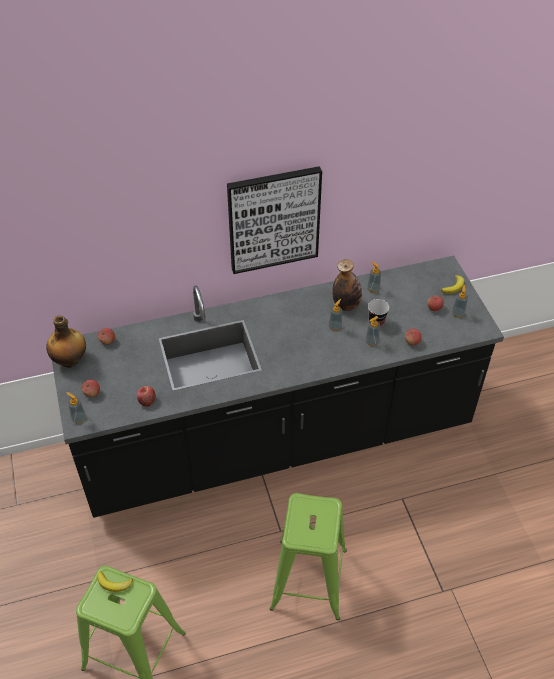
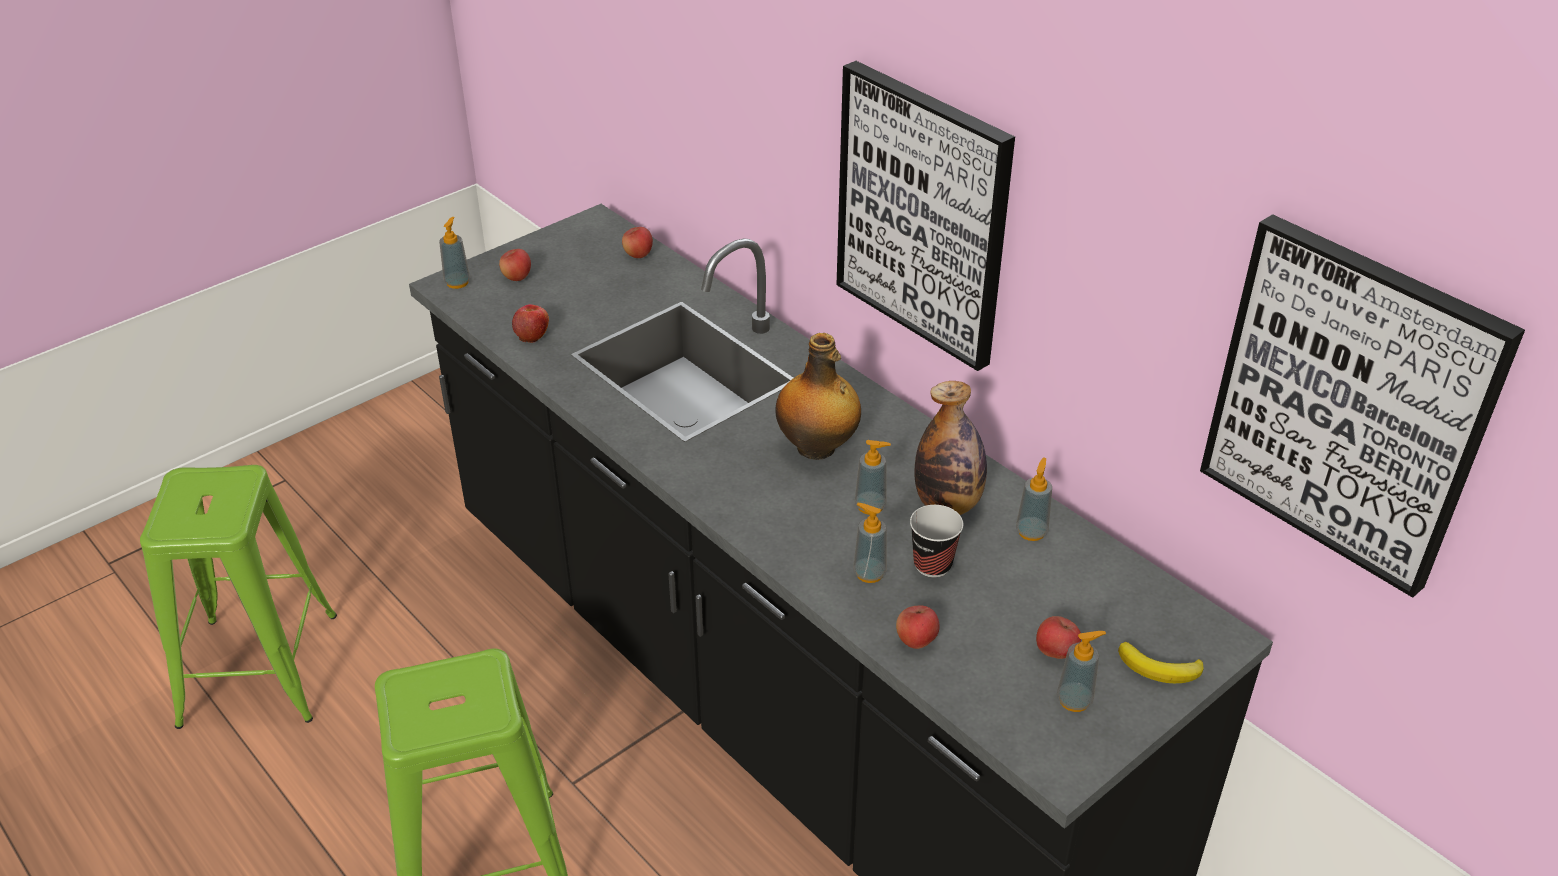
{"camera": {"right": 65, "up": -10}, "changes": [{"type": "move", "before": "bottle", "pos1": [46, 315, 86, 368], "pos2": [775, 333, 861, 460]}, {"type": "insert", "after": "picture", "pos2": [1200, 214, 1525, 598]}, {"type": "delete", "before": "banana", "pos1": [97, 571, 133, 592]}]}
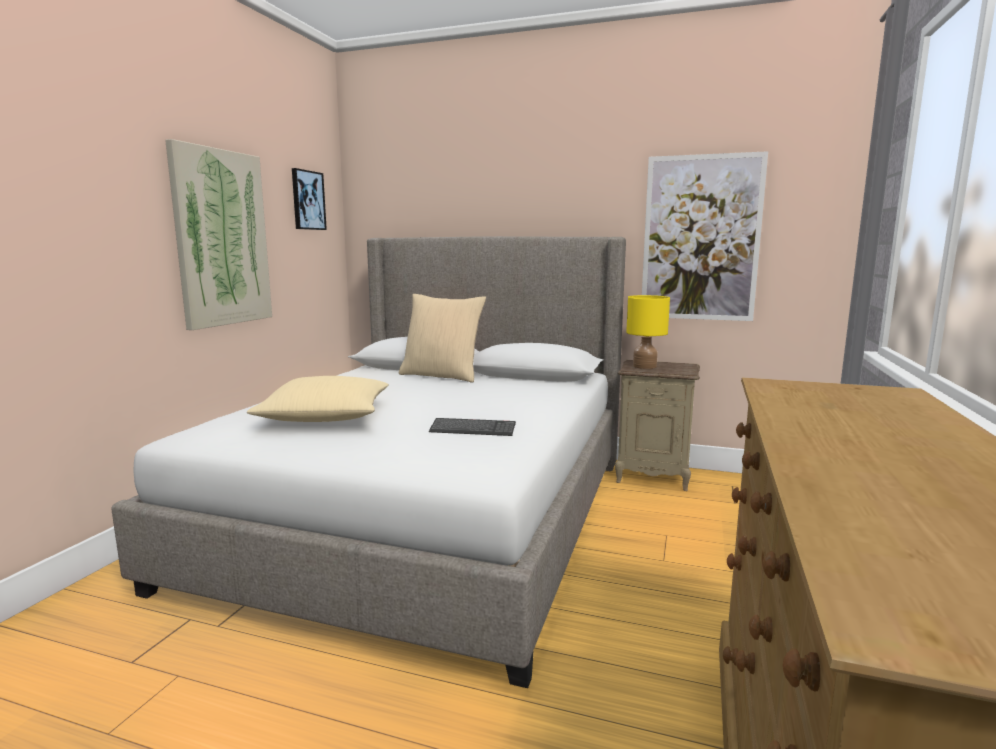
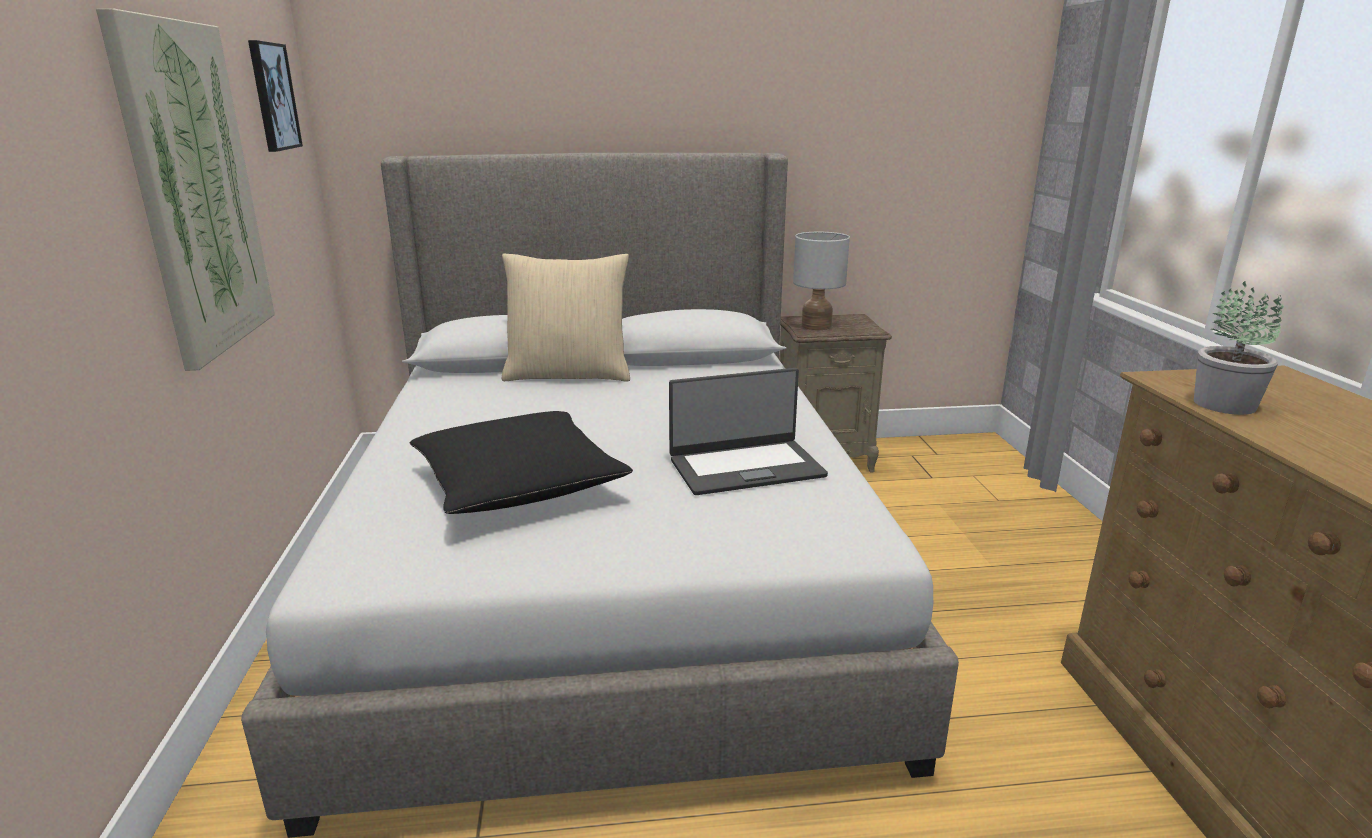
{"camera": {"right": -25, "up": 10}, "changes": [{"type": "recolor", "before": "beige pillow", "after": "black pillow", "pos1": [247, 376, 389, 422], "pos2": [410, 411, 633, 514]}, {"type": "replace", "before": "keyboard", "after": "laptop", "pos1": [429, 418, 516, 436], "pos2": [669, 368, 828, 495]}, {"type": "recolor", "before": "yellow table lamp", "after": "grey table lamp", "pos1": [626, 295, 670, 369], "pos2": [793, 232, 850, 330]}, {"type": "insert", "after": "potted plant", "pos2": [1194, 281, 1284, 415]}, {"type": "delete", "before": "picture", "pos1": [642, 151, 768, 321]}]}
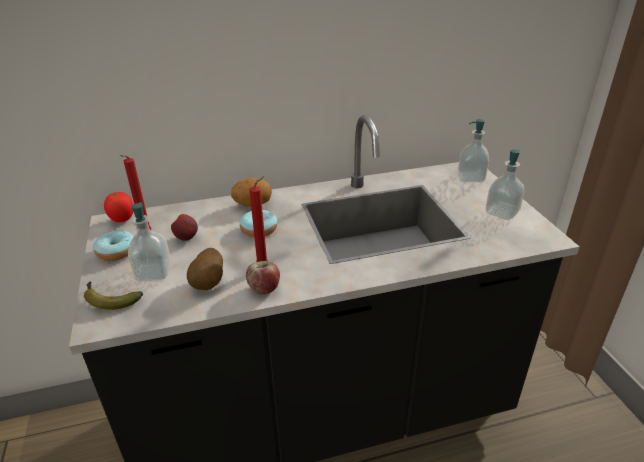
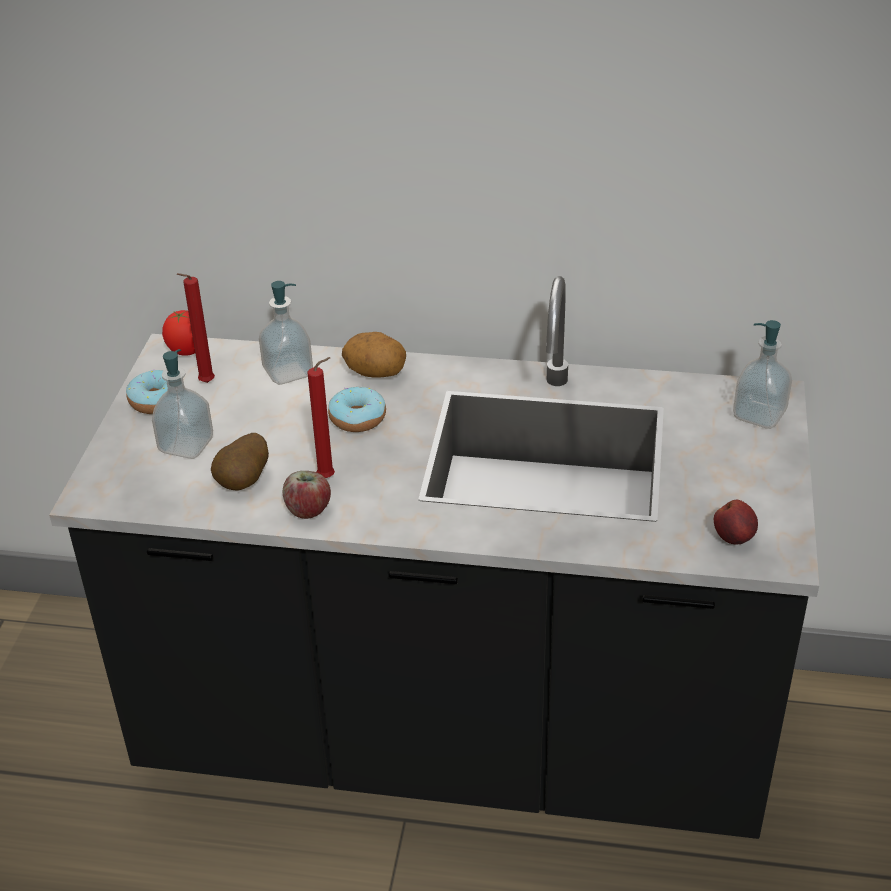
{"camera": {"right": 25, "up": 5}, "changes": [{"type": "move", "before": "soap dispenser", "pos1": [486, 149, 525, 220], "pos2": [259, 281, 313, 385]}, {"type": "move", "before": "apple", "pos1": [171, 214, 198, 241], "pos2": [714, 499, 758, 545]}, {"type": "delete", "before": "banana", "pos1": [84, 281, 143, 310]}]}
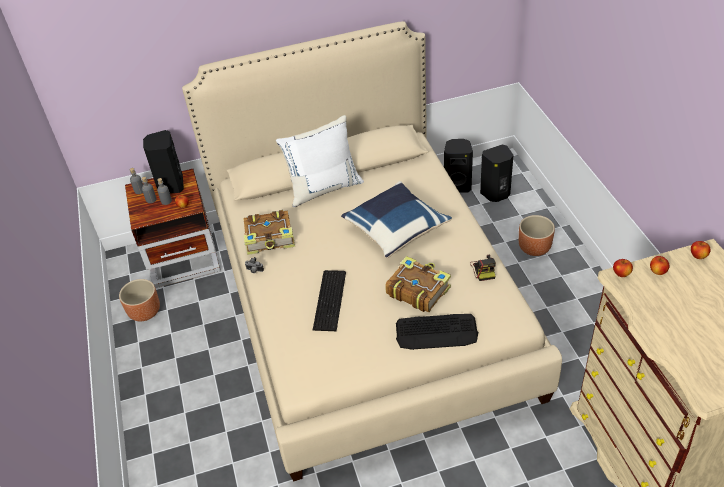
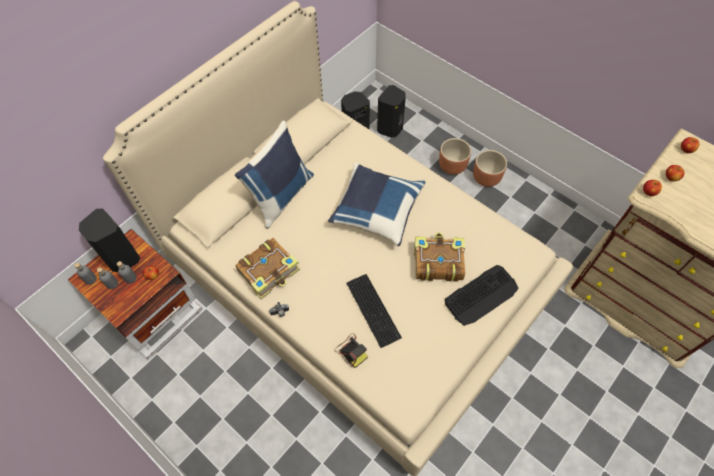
{"camera": {"right": -35, "up": 15}, "changes": [{"type": "recolor", "before": "white pillow", "after": "blue pillow", "pos1": [276, 115, 364, 207], "pos2": [234, 121, 314, 229]}, {"type": "move", "before": "photo camera", "pos1": [470, 255, 496, 281], "pos2": [336, 333, 368, 368]}, {"type": "move", "before": "brown planter", "pos1": [119, 279, 160, 321], "pos2": [473, 150, 507, 187]}]}
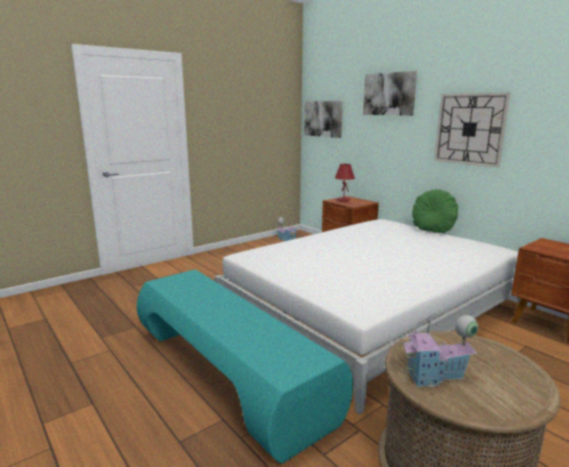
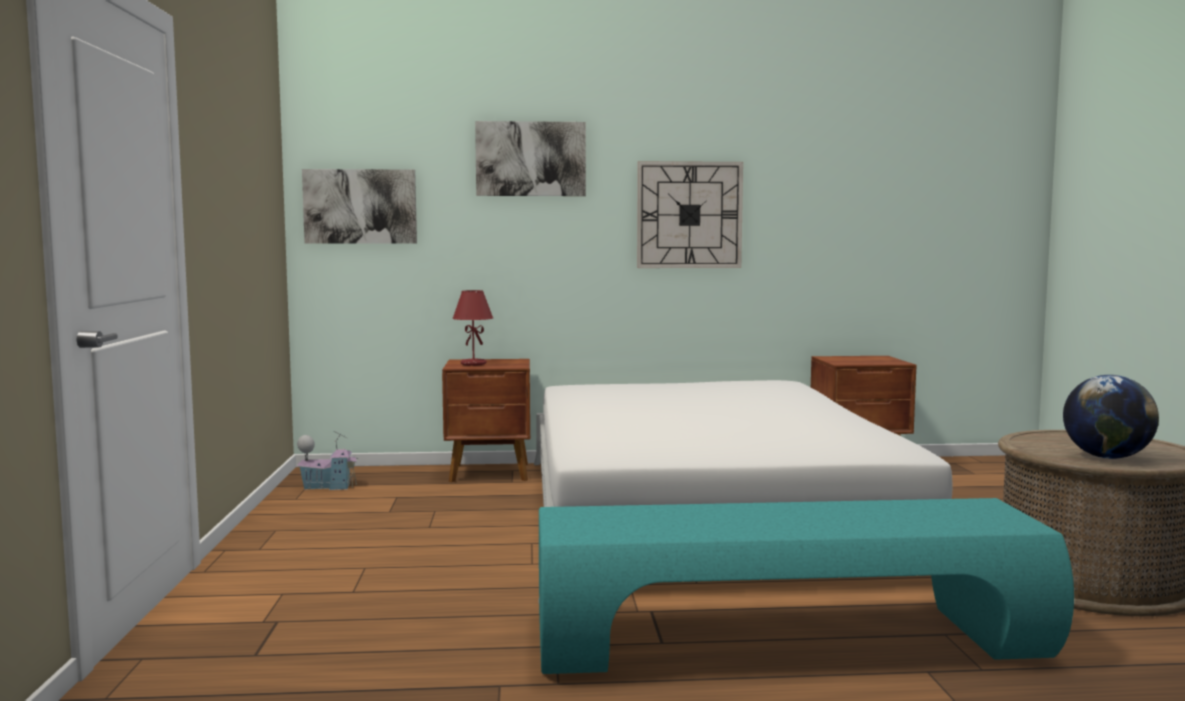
{"camera": {"right": -55, "up": -10}, "changes": [{"type": "replace", "before": "toy house", "after": "globe", "pos1": [400, 314, 478, 387], "pos2": [1063, 375, 1159, 459]}, {"type": "delete", "before": "green pillow", "pos1": [412, 189, 458, 233]}]}
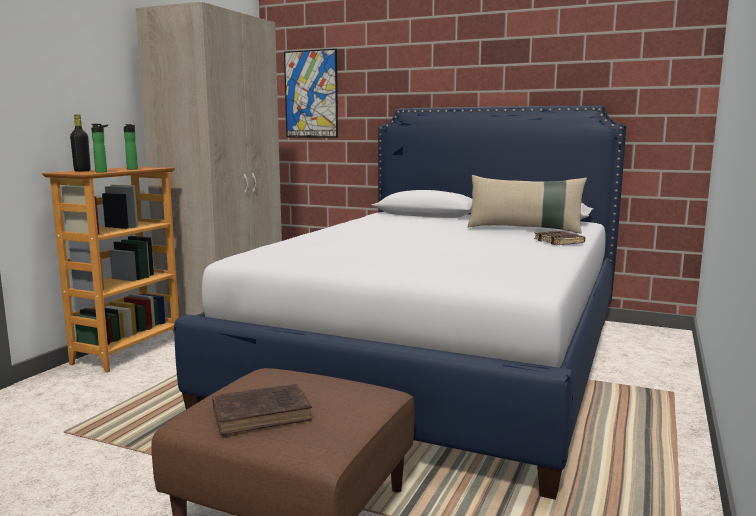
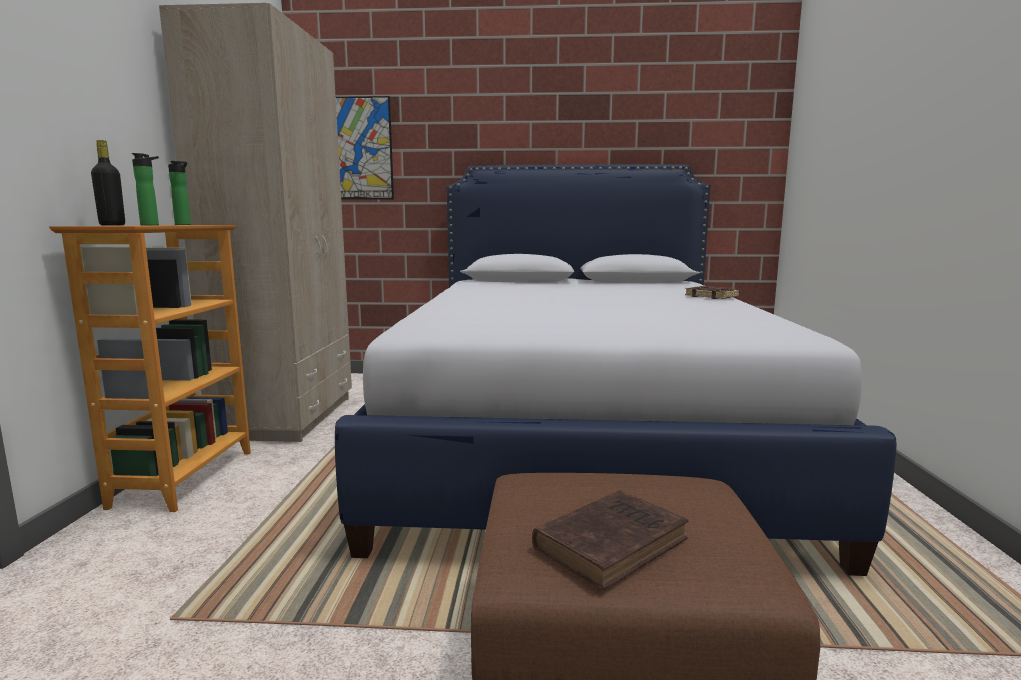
{"camera": {"right": -20, "up": 0}, "changes": [{"type": "delete", "before": "beige pillow", "pos1": [467, 175, 587, 234]}]}
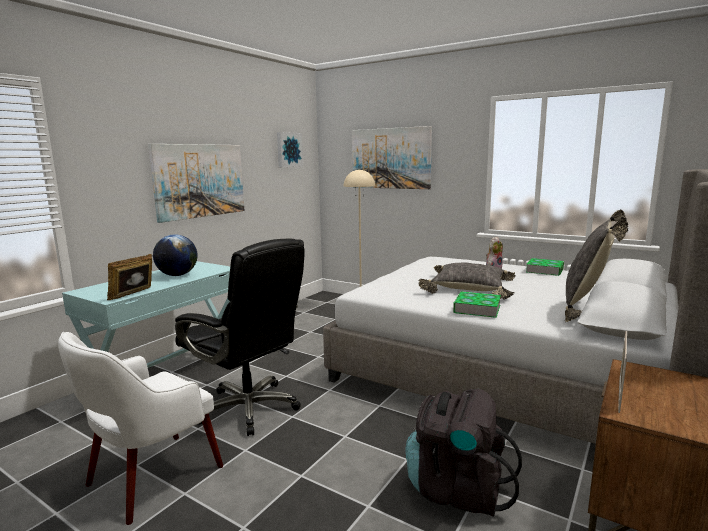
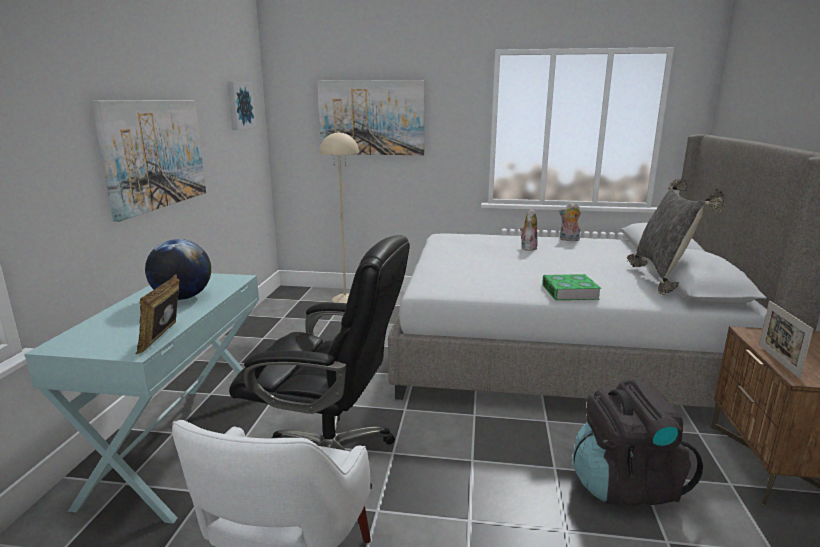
{"camera": {"right": -25, "up": 5}, "changes": [{"type": "replace", "before": "book", "after": "plush toy", "pos1": [526, 258, 564, 276], "pos2": [559, 203, 581, 241]}, {"type": "delete", "before": "pillow", "pos1": [418, 263, 516, 299]}]}
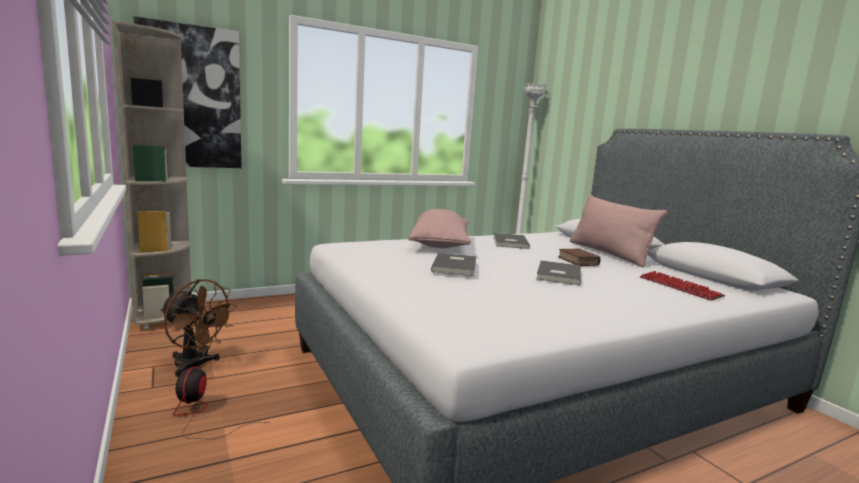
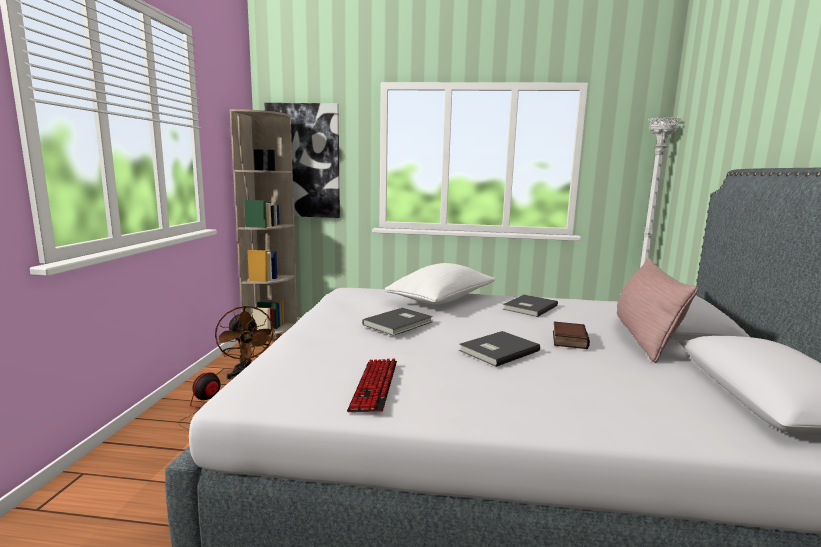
{"camera": {"right": 35, "up": 0}, "changes": [{"type": "move", "before": "keyboard", "pos1": [640, 271, 725, 301], "pos2": [347, 358, 397, 412]}, {"type": "recolor", "before": "pink pillow", "after": "white pillow", "pos1": [408, 209, 471, 248], "pos2": [385, 263, 496, 304]}]}
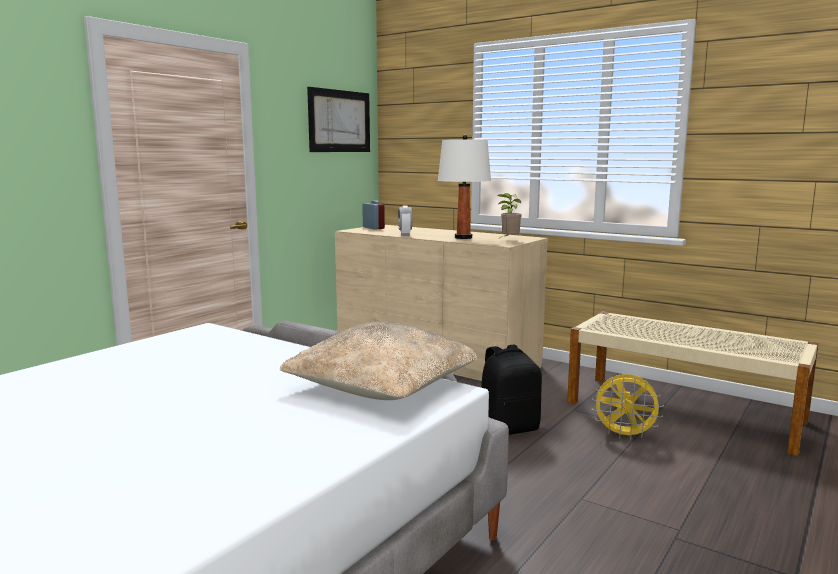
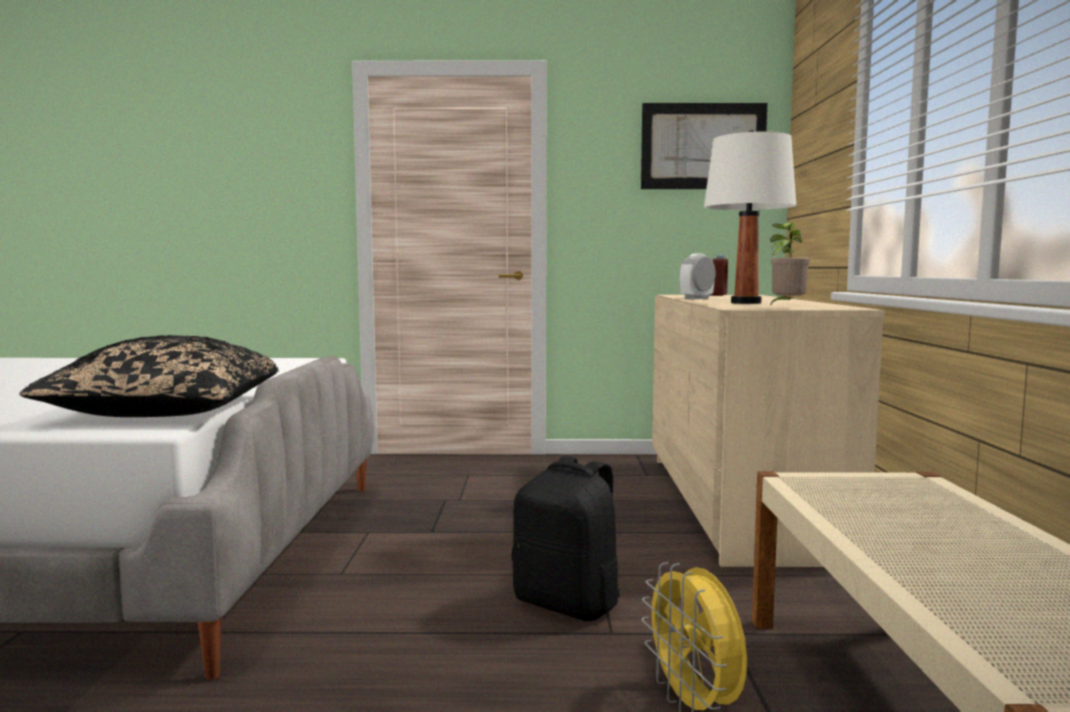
{"camera": {"right": 55, "up": -5}, "changes": [{"type": "recolor", "before": "beige pillow", "after": "black pillow", "pos1": [280, 321, 477, 400], "pos2": [19, 335, 279, 417]}]}
